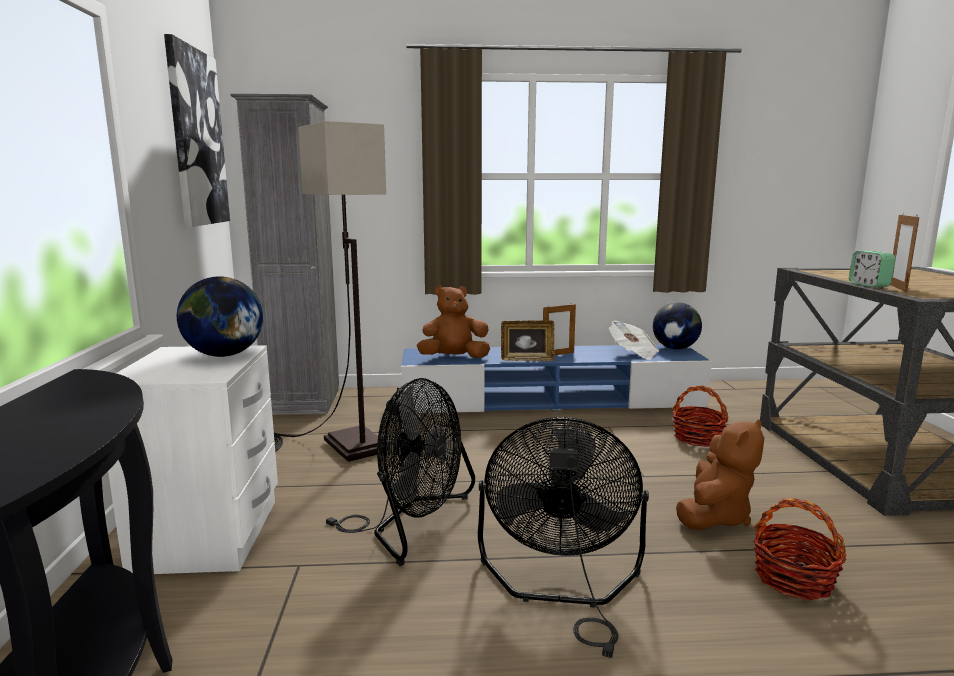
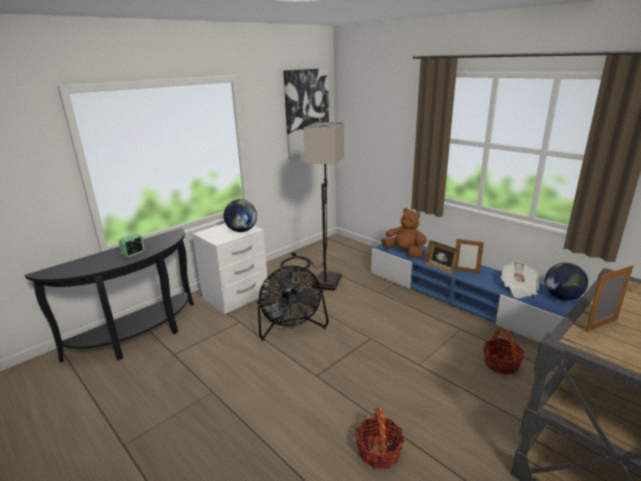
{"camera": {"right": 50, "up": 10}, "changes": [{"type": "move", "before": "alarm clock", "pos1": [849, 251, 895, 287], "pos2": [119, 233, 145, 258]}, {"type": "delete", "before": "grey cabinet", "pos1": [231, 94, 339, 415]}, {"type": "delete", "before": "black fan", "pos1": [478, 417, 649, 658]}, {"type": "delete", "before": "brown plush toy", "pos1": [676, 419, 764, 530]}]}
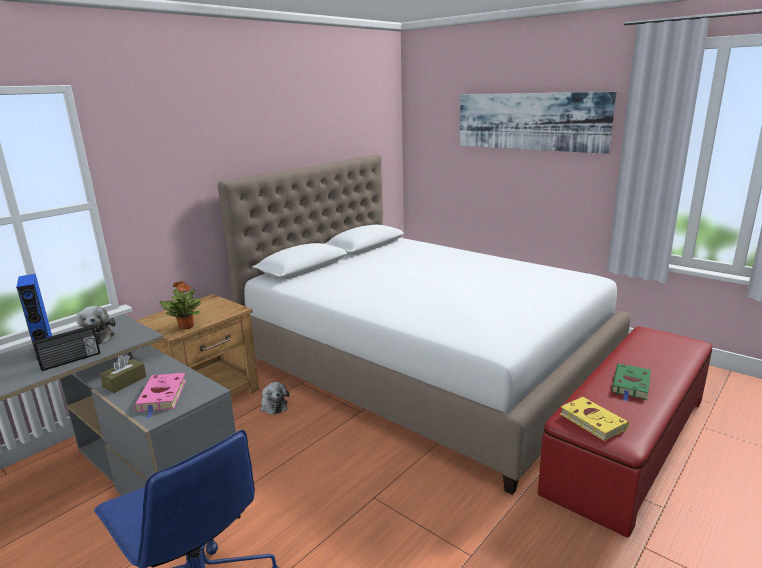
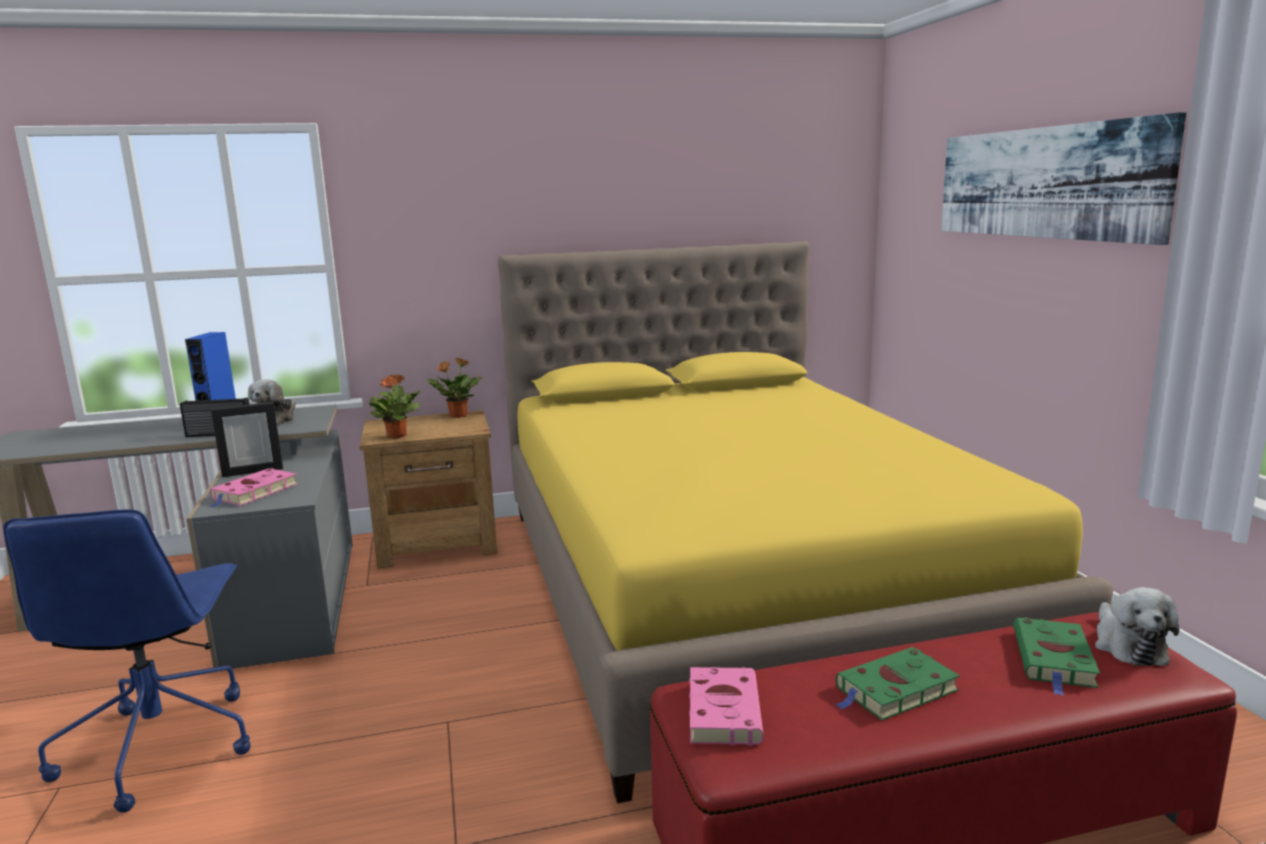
{"camera": {"right": 35, "up": -5}, "changes": [{"type": "replace", "before": "brown tissue box", "after": "picture frame", "pos1": [100, 354, 146, 393], "pos2": [211, 402, 283, 477]}, {"type": "insert", "after": "potted plant", "pos2": [427, 358, 482, 418]}, {"type": "recolor", "before": "white bed", "after": "yellow bed", "pos1": [218, 155, 630, 495], "pos2": [498, 241, 1114, 803]}, {"type": "recolor", "before": "yellow book", "after": "pink book", "pos1": [560, 397, 629, 441], "pos2": [689, 667, 764, 746]}, {"type": "insert", "after": "green book", "pos2": [1013, 617, 1100, 696]}, {"type": "move", "before": "plush toy", "pos1": [261, 382, 289, 415], "pos2": [1095, 587, 1179, 666]}]}
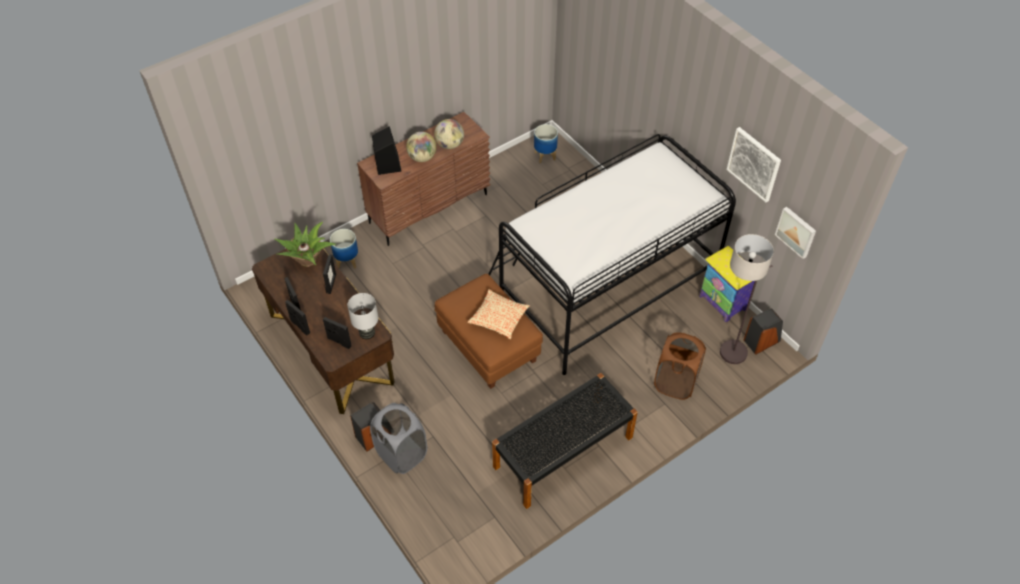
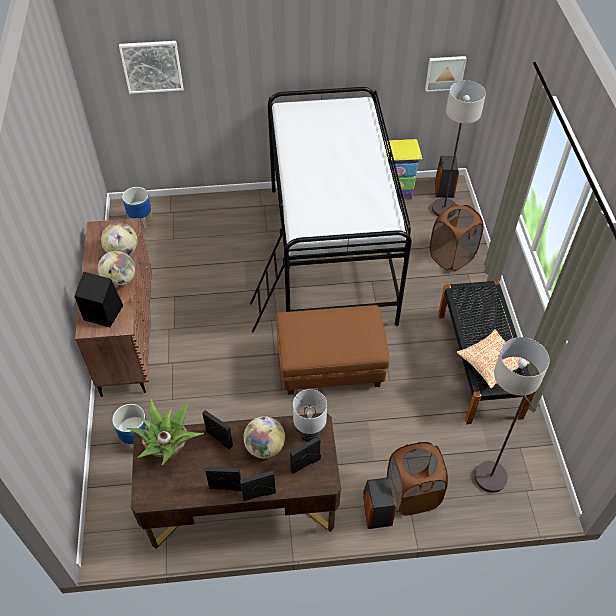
{"camera": {"right": -60, "up": 0}, "changes": [{"type": "move", "before": "picture", "pos1": [726, 127, 781, 202], "pos2": [119, 41, 183, 94]}, {"type": "insert", "after": "globe", "pos2": [243, 416, 285, 459]}, {"type": "recolor", "before": "grey laundry basket", "after": "brown laundry basket", "pos1": [370, 403, 427, 474], "pos2": [387, 442, 448, 516]}, {"type": "move", "before": "beige pillow", "pos1": [468, 289, 530, 339], "pos2": [457, 330, 530, 388]}, {"type": "insert", "after": "grey floor lamp", "pos2": [474, 337, 550, 493]}]}
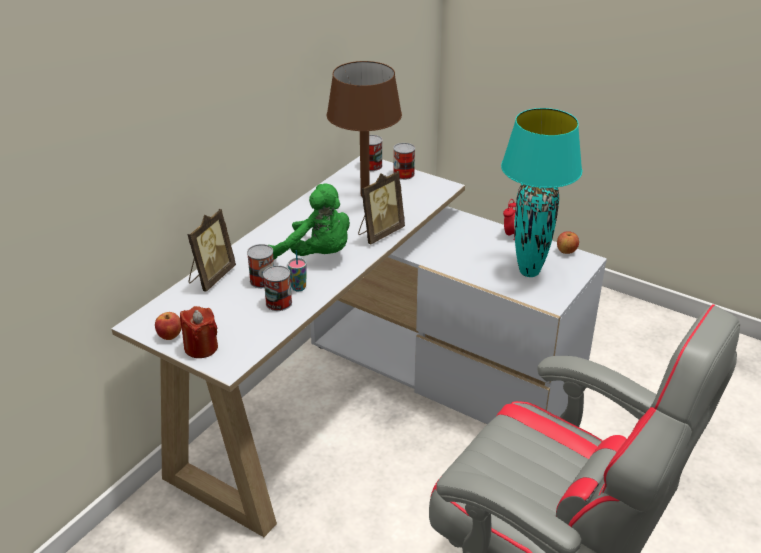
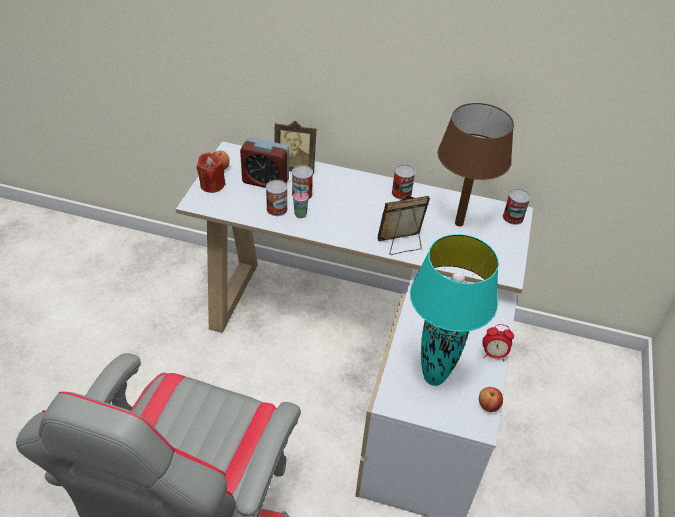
{"camera": {"right": 70, "up": 10}, "changes": [{"type": "insert", "after": "alarm clock", "pos2": [240, 137, 289, 188]}, {"type": "rotate", "before": "picture frame", "pos1": [358, 171, 405, 244], "pos2": [377, 195, 430, 255], "turn": 135}, {"type": "move", "before": "can", "pos1": [393, 143, 415, 180], "pos2": [392, 164, 415, 200]}, {"type": "delete", "before": "green plush toy", "pos1": [269, 183, 350, 260]}]}
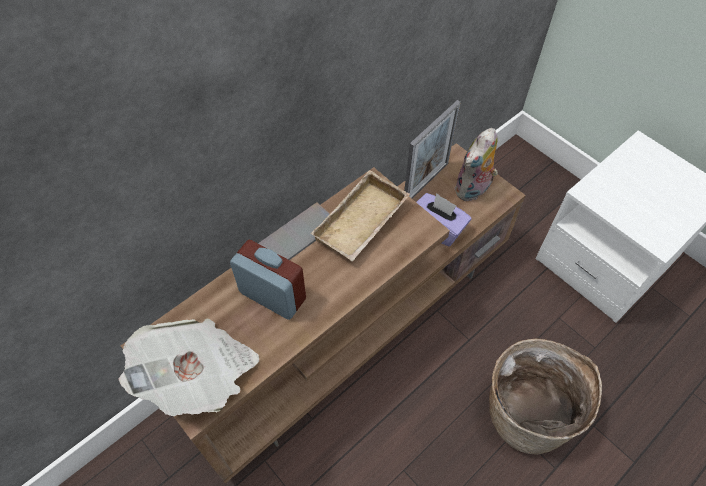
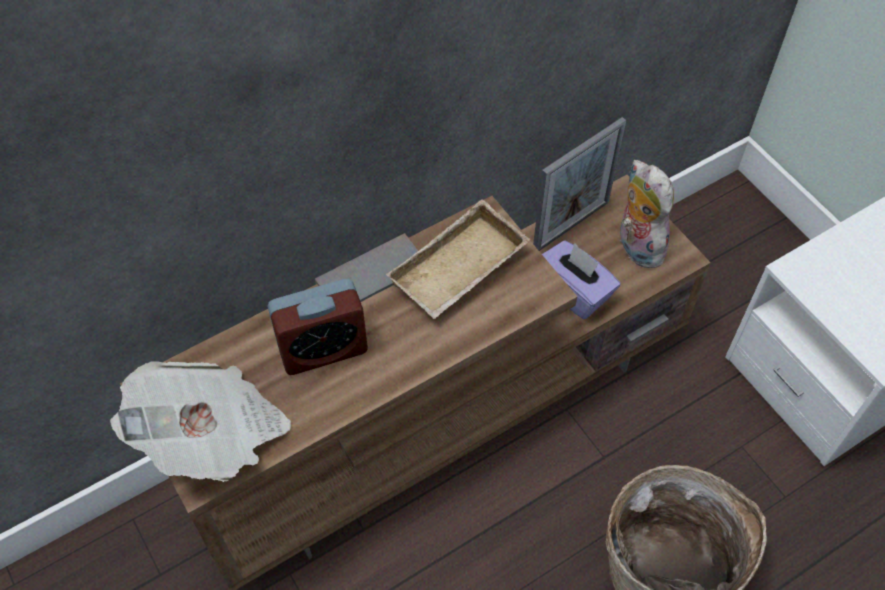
{"camera": {"right": 10, "up": 0}, "changes": [{"type": "rotate", "before": "alarm clock", "pos1": [230, 240, 306, 320], "pos2": [267, 279, 368, 375], "turn": 120}, {"type": "rotate", "before": "plush toy", "pos1": [454, 128, 498, 202], "pos2": [618, 160, 674, 268], "turn": 105}]}
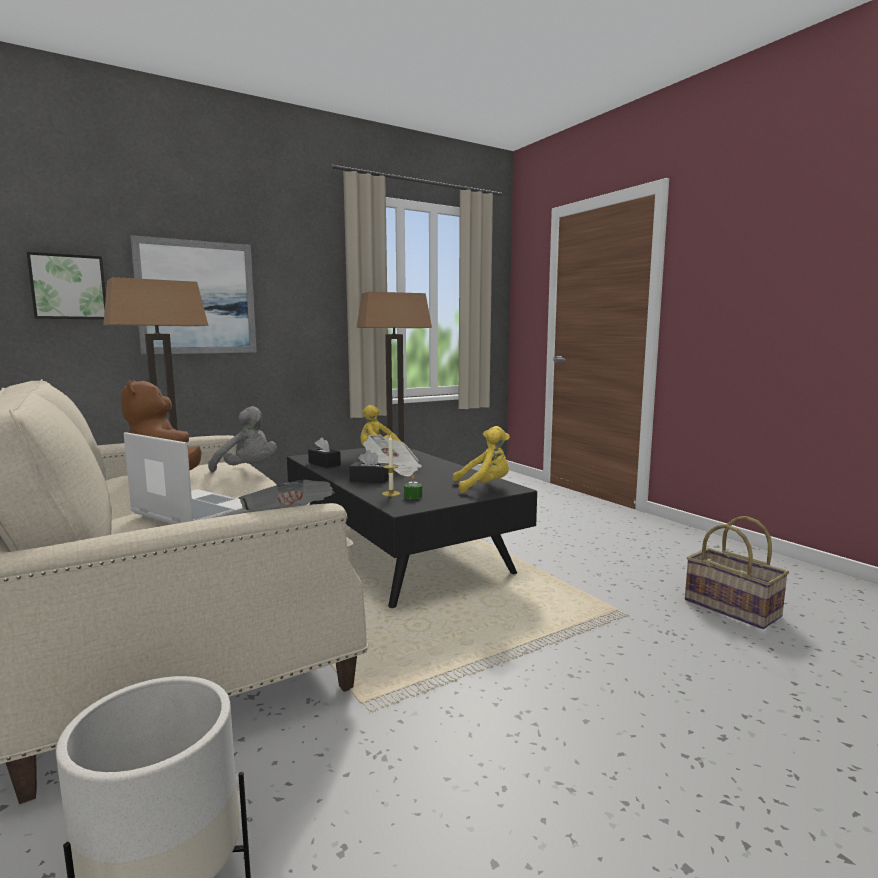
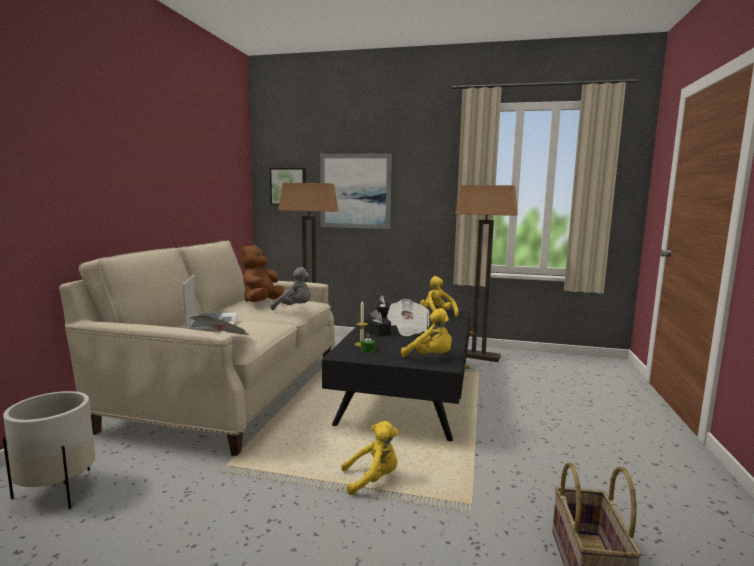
{"camera": {"right": 45, "up": 0}, "changes": [{"type": "rotate", "before": "grey plush toy", "pos1": [208, 406, 277, 472], "pos2": [270, 267, 311, 310], "turn": -60}, {"type": "insert", "after": "yellow plush toy", "pos2": [341, 421, 399, 495]}]}
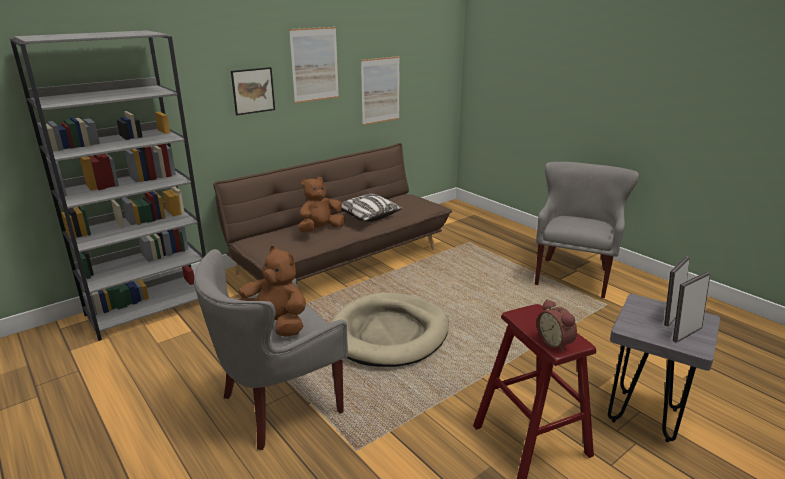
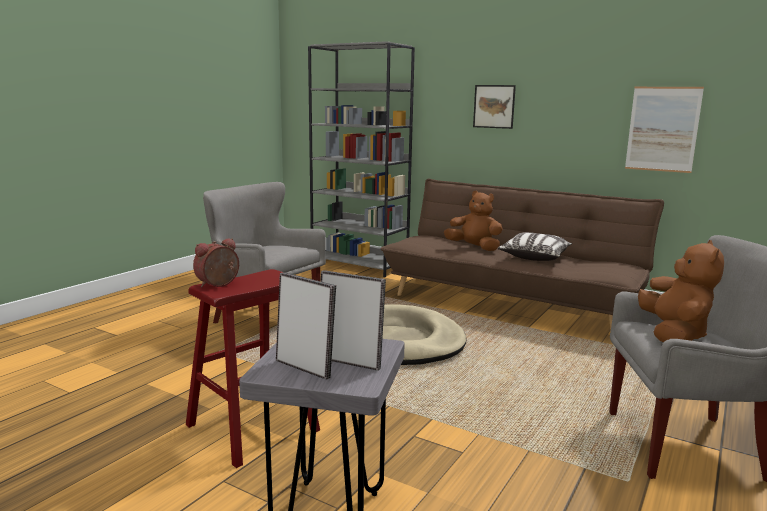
{"camera": {"right": 70, "up": -10}, "changes": [{"type": "move", "before": "brown plush toy", "pos1": [237, 246, 306, 337], "pos2": [638, 240, 724, 342]}, {"type": "delete", "before": "picture", "pos1": [289, 27, 339, 103]}]}
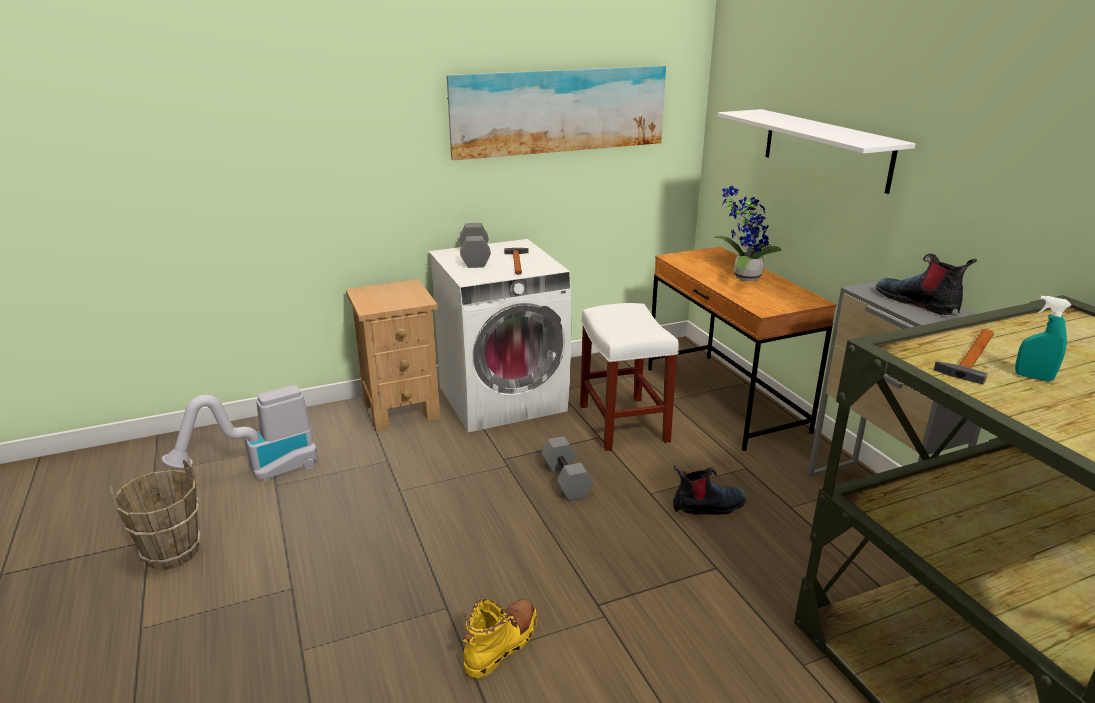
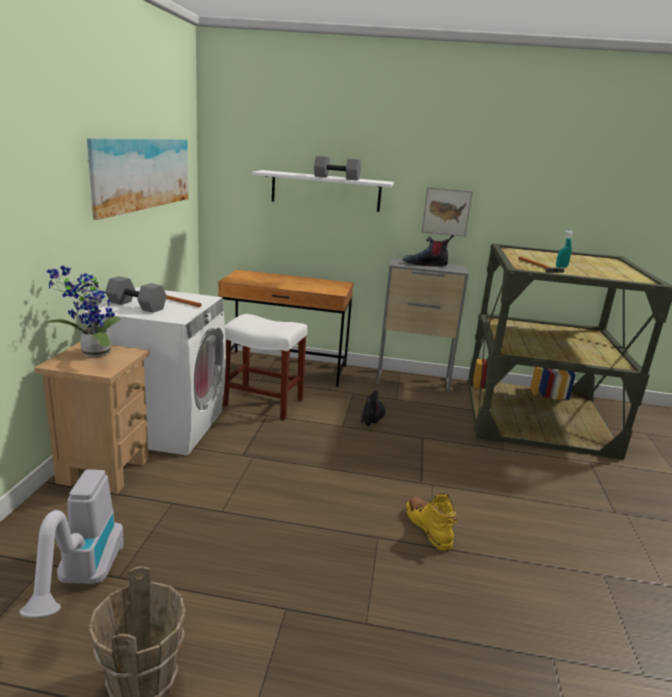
{"camera": {"right": -60, "up": -5}, "changes": [{"type": "move", "before": "potted plant", "pos1": [713, 186, 782, 281], "pos2": [46, 265, 121, 357]}, {"type": "move", "before": "grey dumbbell", "pos1": [541, 436, 594, 501], "pos2": [314, 156, 361, 180]}, {"type": "insert", "after": "picture", "pos2": [421, 187, 473, 237]}]}
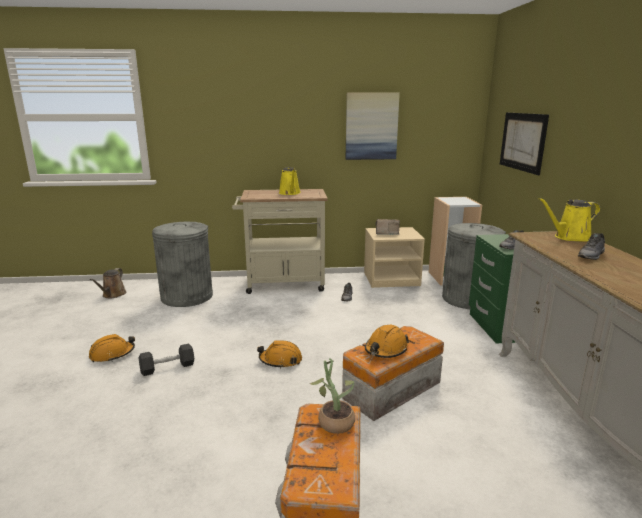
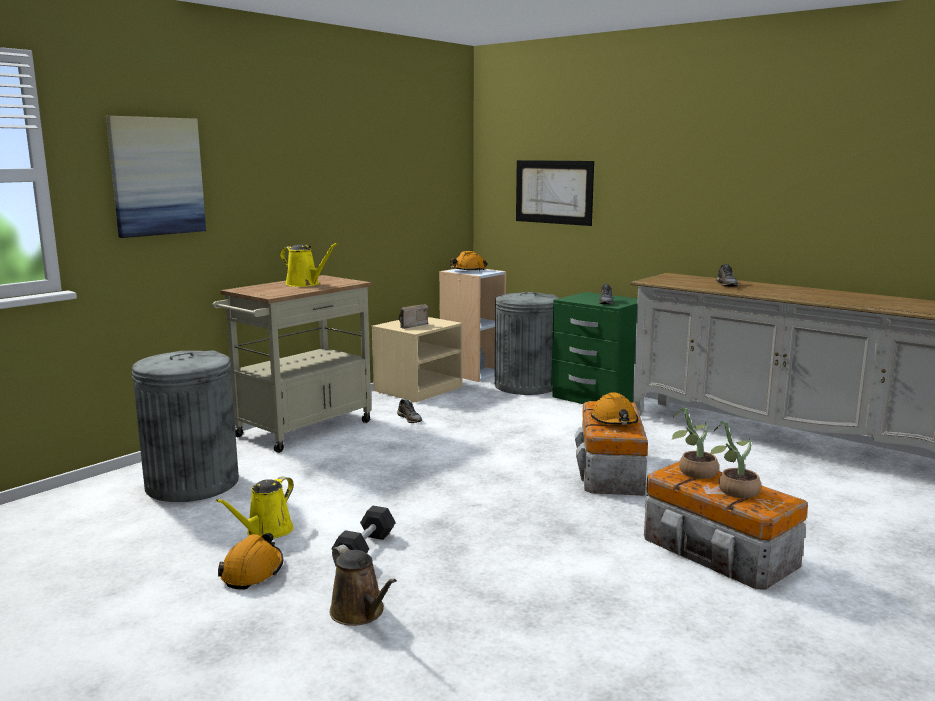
{"camera": {"right": -45, "up": -5}, "changes": [{"type": "move", "before": "picture", "pos1": [346, 92, 400, 160], "pos2": [106, 116, 206, 238]}, {"type": "move", "before": "yellow watering can", "pos1": [539, 198, 600, 242], "pos2": [216, 477, 294, 539]}, {"type": "move", "before": "brown watering can", "pos1": [90, 268, 127, 298], "pos2": [330, 545, 397, 626]}, {"type": "move", "before": "orange hard hat", "pos1": [257, 340, 302, 369], "pos2": [449, 251, 487, 271]}, {"type": "insert", "after": "potted plant", "pos2": [709, 421, 761, 498]}]}
